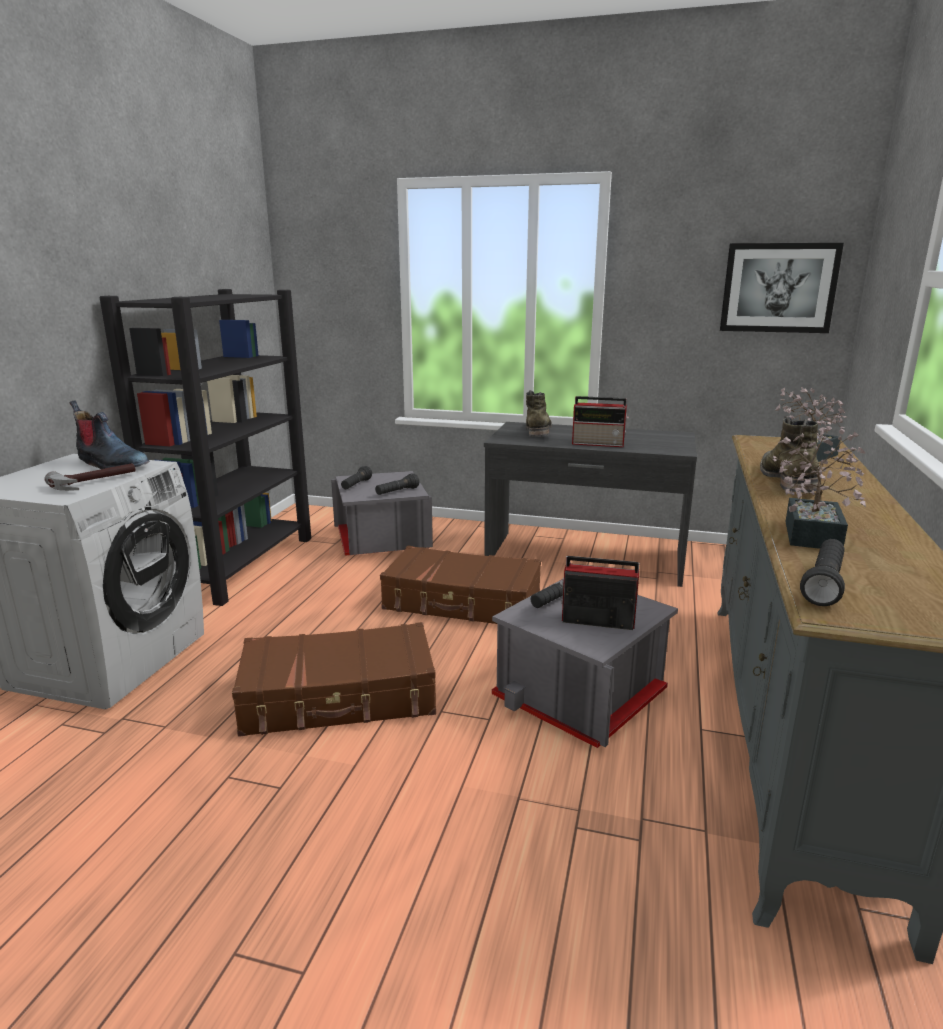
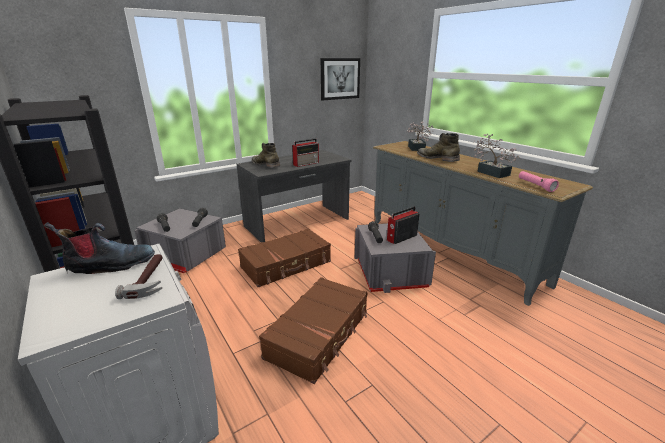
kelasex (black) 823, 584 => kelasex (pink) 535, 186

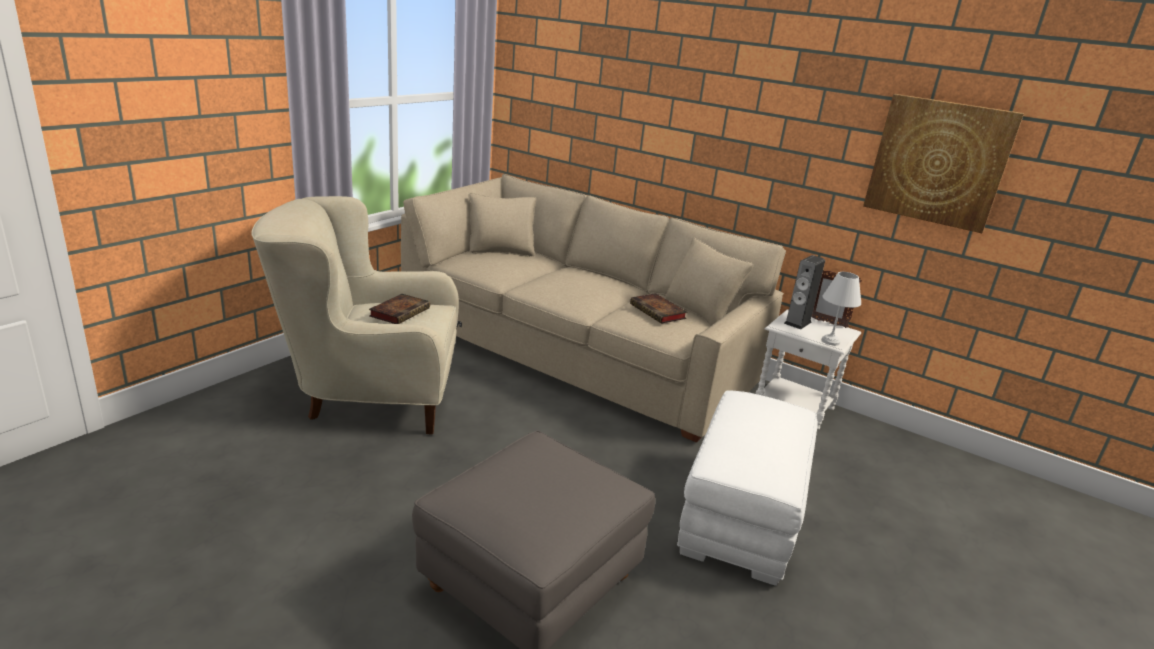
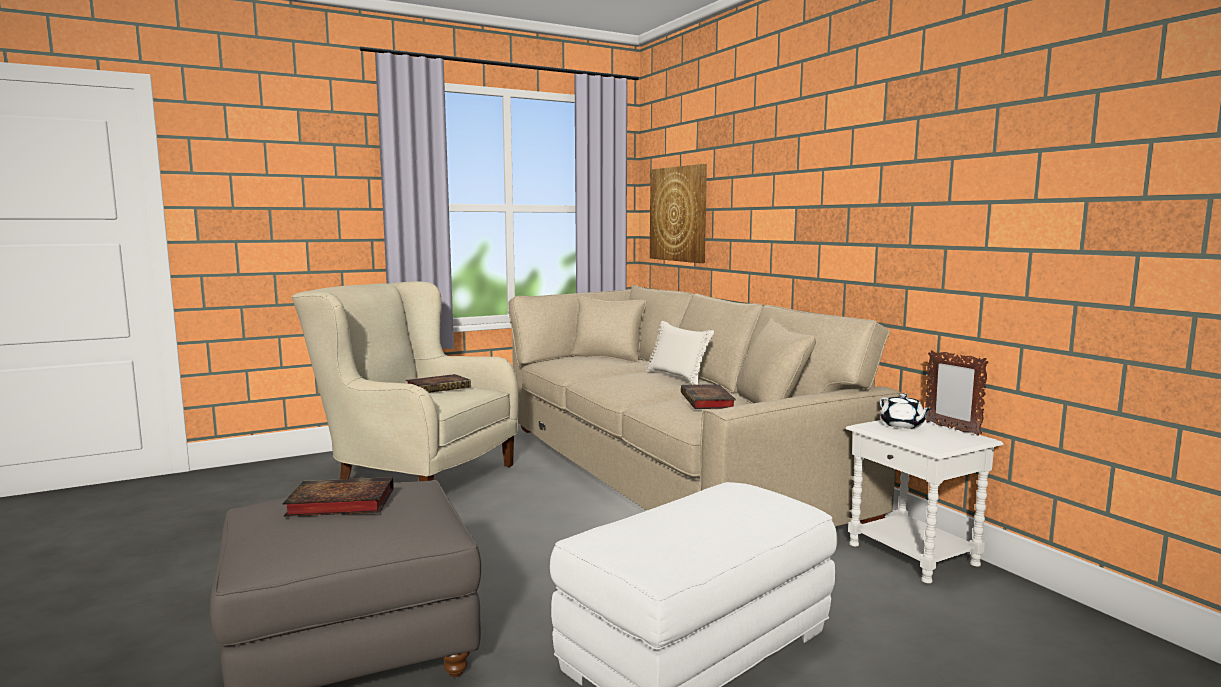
nothing => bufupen 338, 504
nothing => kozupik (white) 678, 377
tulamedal 938, 162 => tulamedal 679, 214, moved
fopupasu 797, 323 => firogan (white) 902, 425
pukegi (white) 831, 341 => nothing

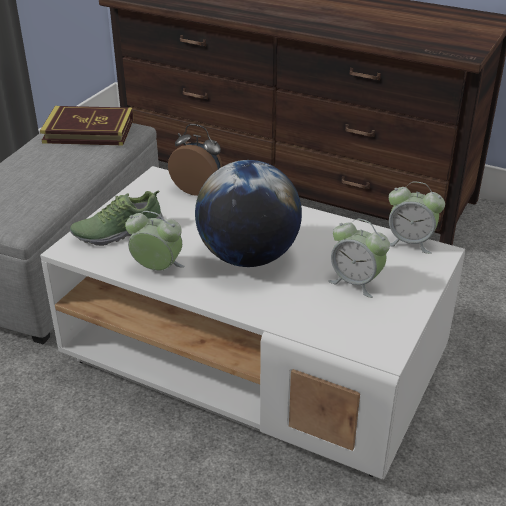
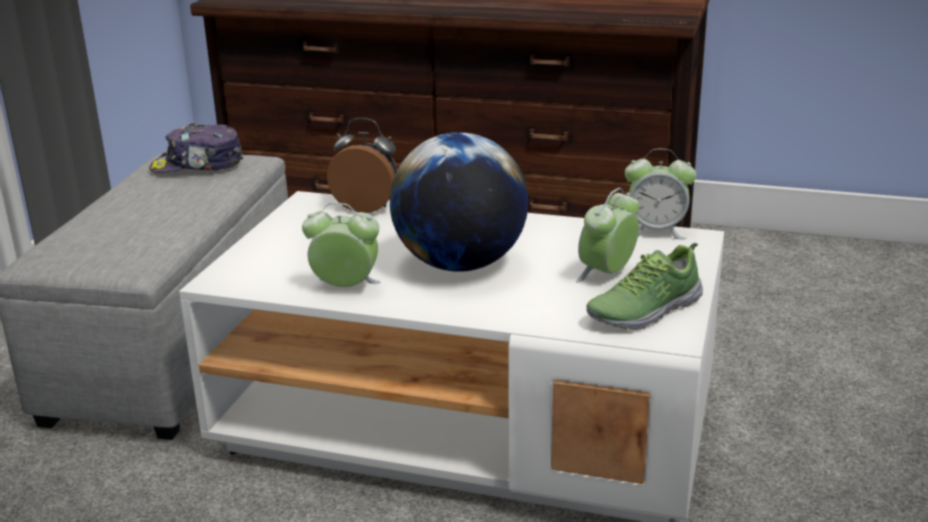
bufupen 89, 131 => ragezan 197, 166
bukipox 356, 282 => bukipox 607, 275, 105 degrees clockwise
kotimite 118, 231 => kotimite 643, 310, moved

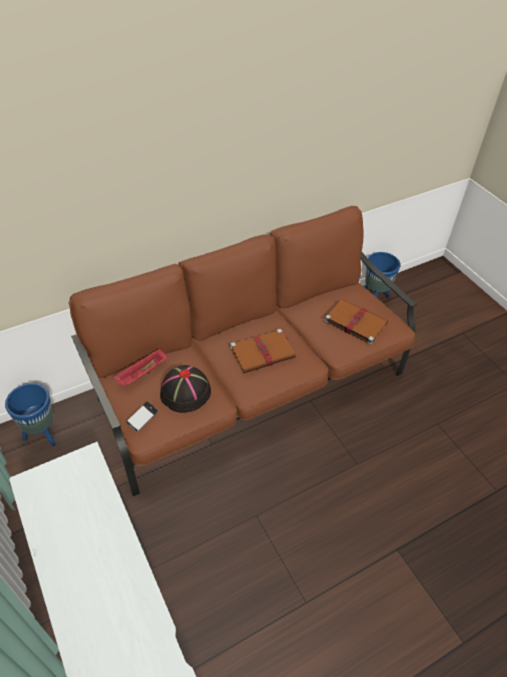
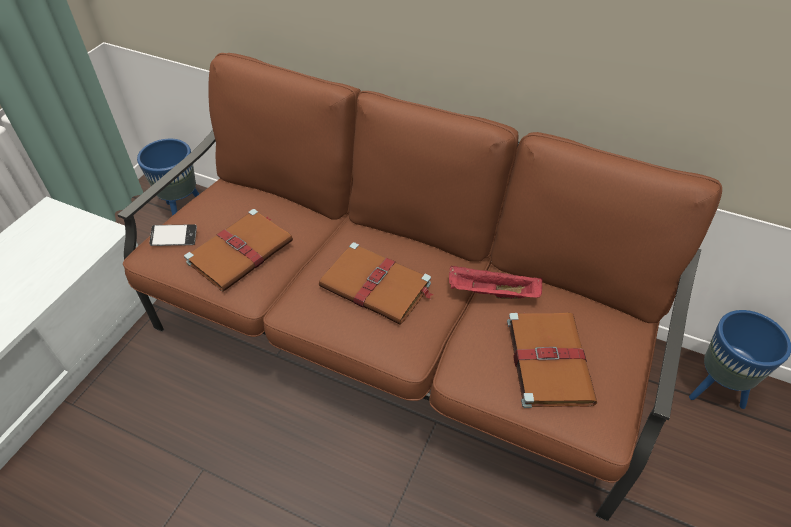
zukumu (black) 185, 392 => bufupen (brown) 241, 251
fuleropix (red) 142, 374 => fuleropix (red) 491, 293, moved

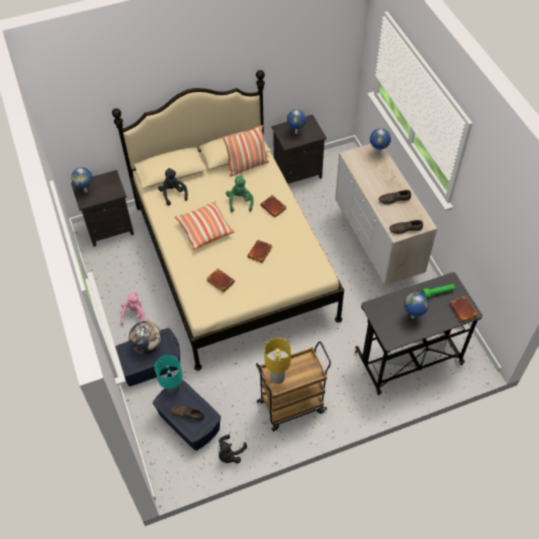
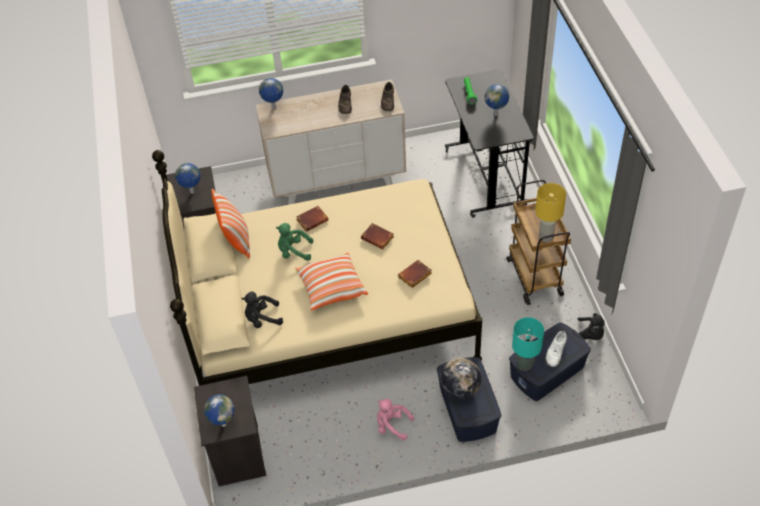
kotimite (brown) 187, 414 => kotimite (white) 556, 352
bufupen (brown) 464, 311 => nothing

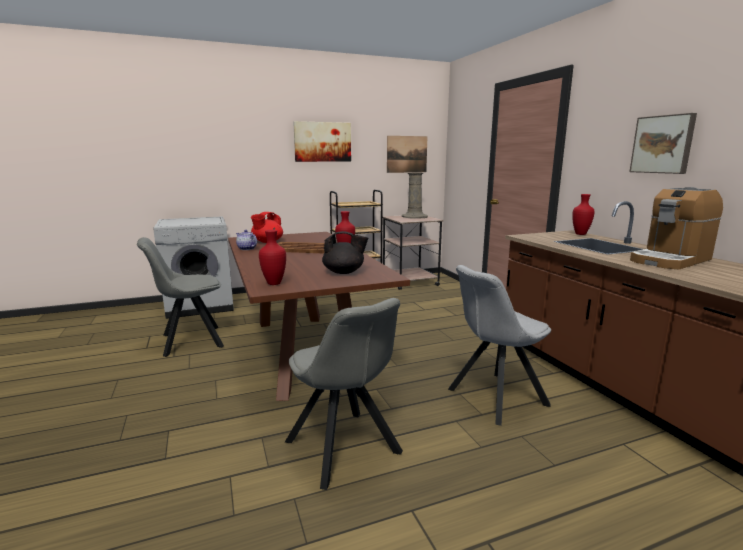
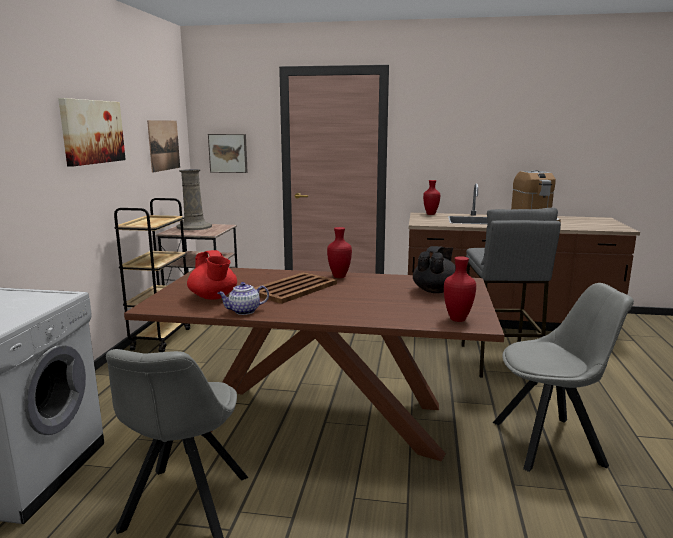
tulamedal 663, 144 => tulamedal 228, 153, moved
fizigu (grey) 495, 398 => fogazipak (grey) 499, 360

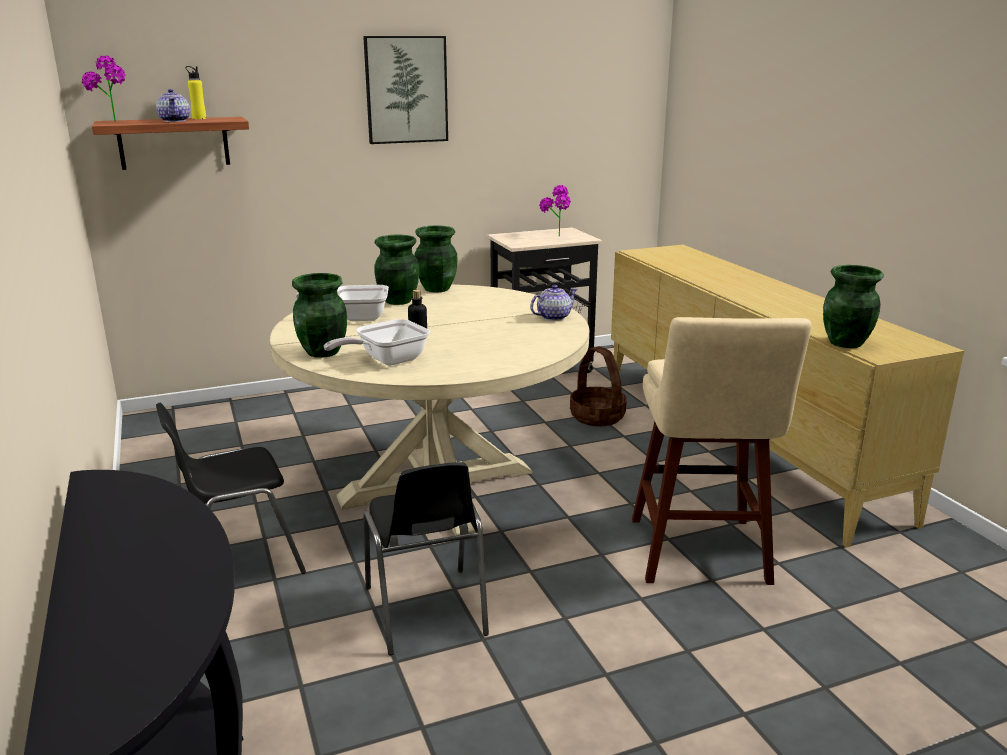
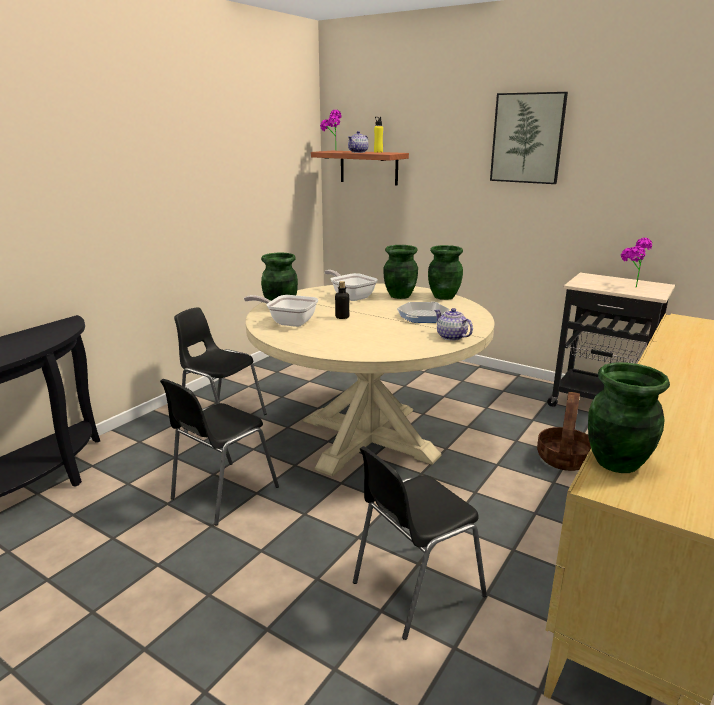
fogazipak (beige) 699, 553 => fizigu (black) 414, 589
nothing => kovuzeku 422, 316
firogan 553, 317 => firogan 451, 337, 150 degrees counterclockwise

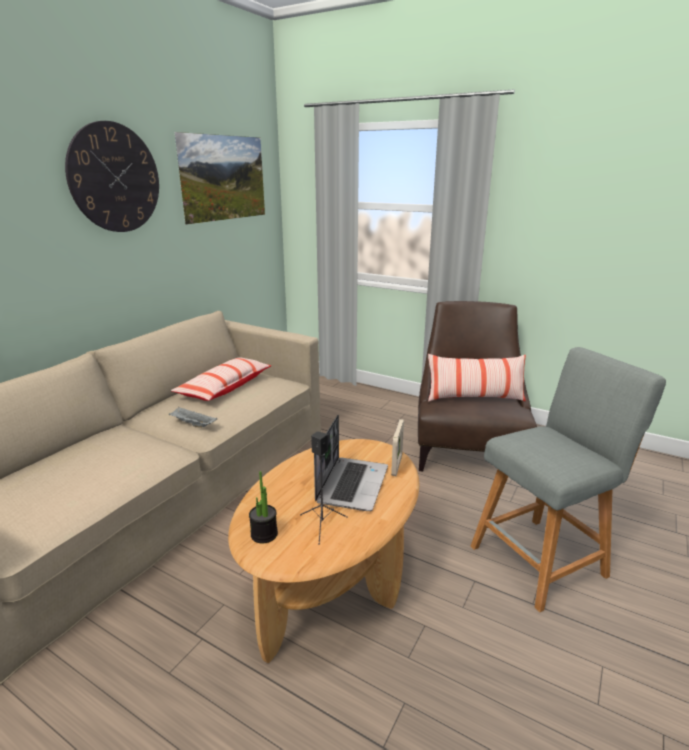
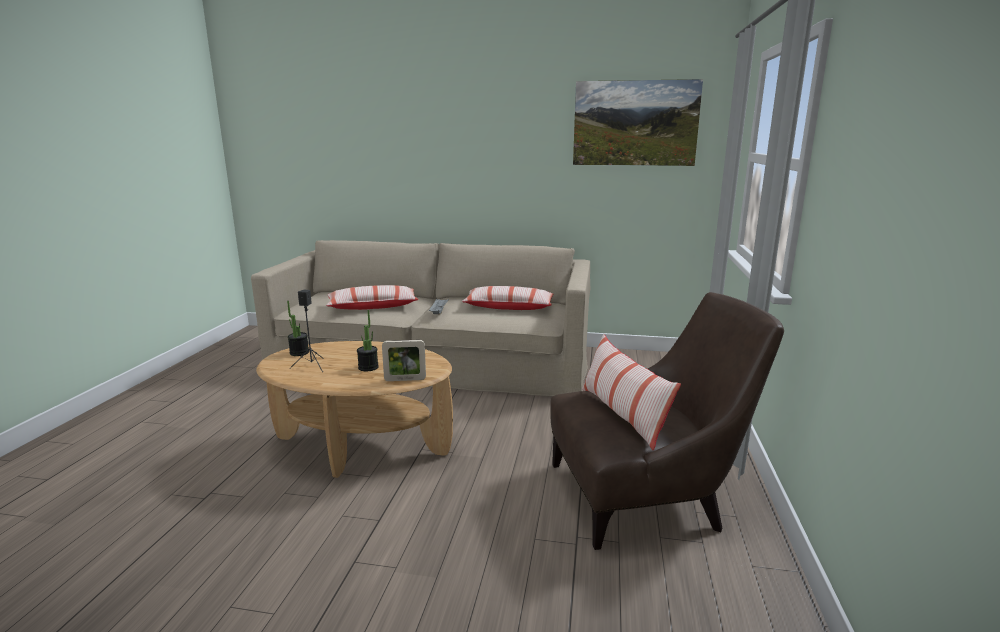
nothing => kozupik 372, 307
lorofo 352, 484 => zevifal 368, 367
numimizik 115, 178 => nothing
fogazipak (grey) 542, 559 => nothing

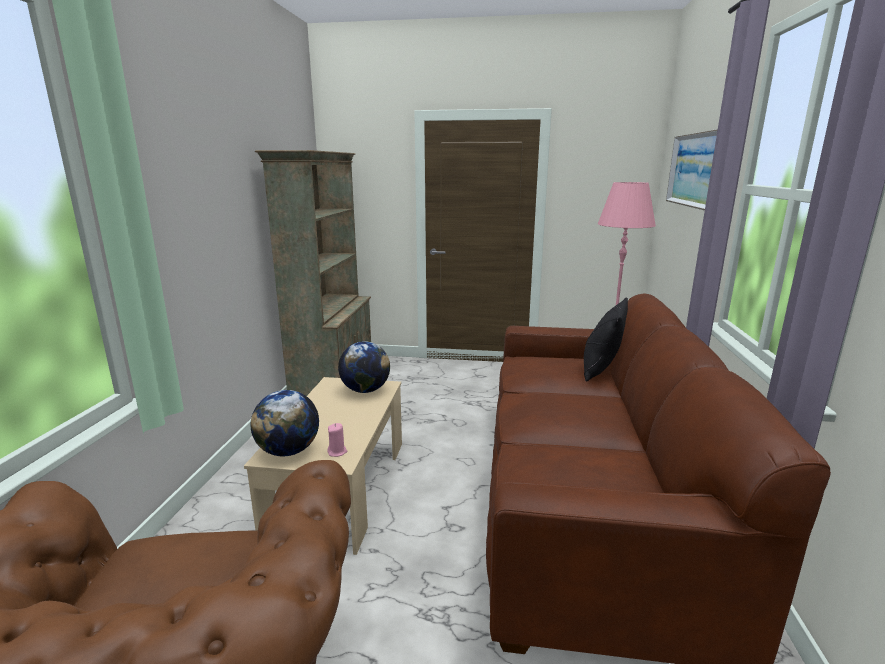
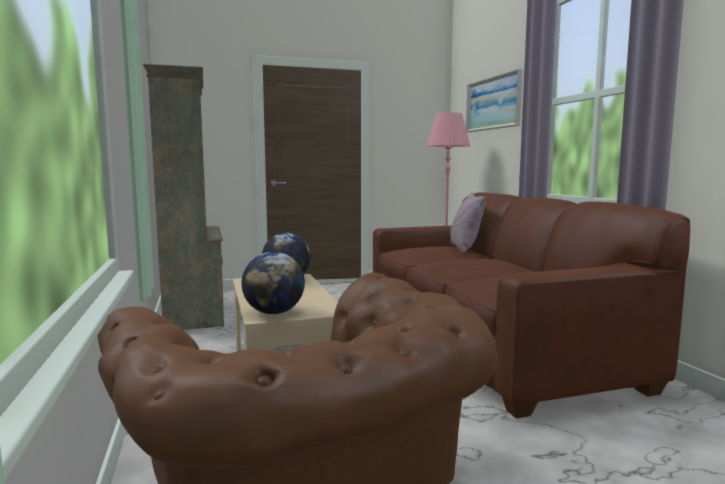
kozupik (black) 600, 370 => kozupik (purple) 464, 249
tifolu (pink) 337, 452 => nothing

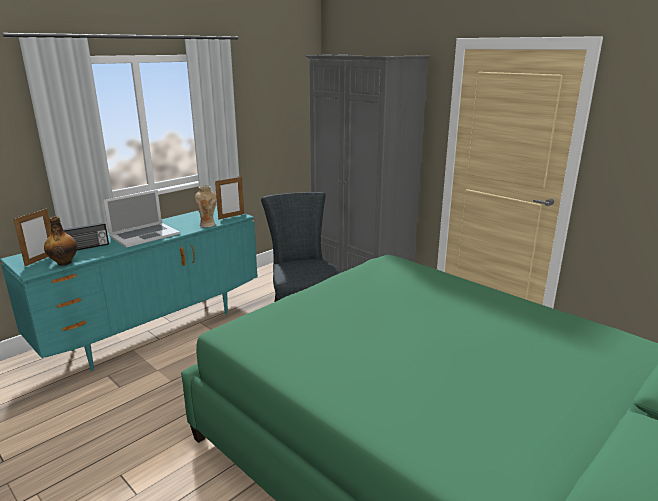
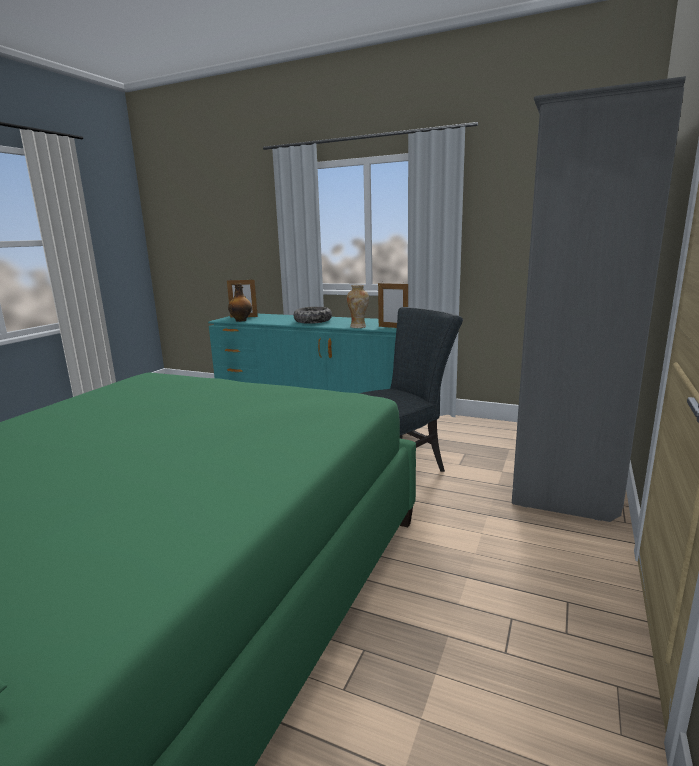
lorofo 144, 235 => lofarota 313, 321
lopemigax 87, 247 => nothing

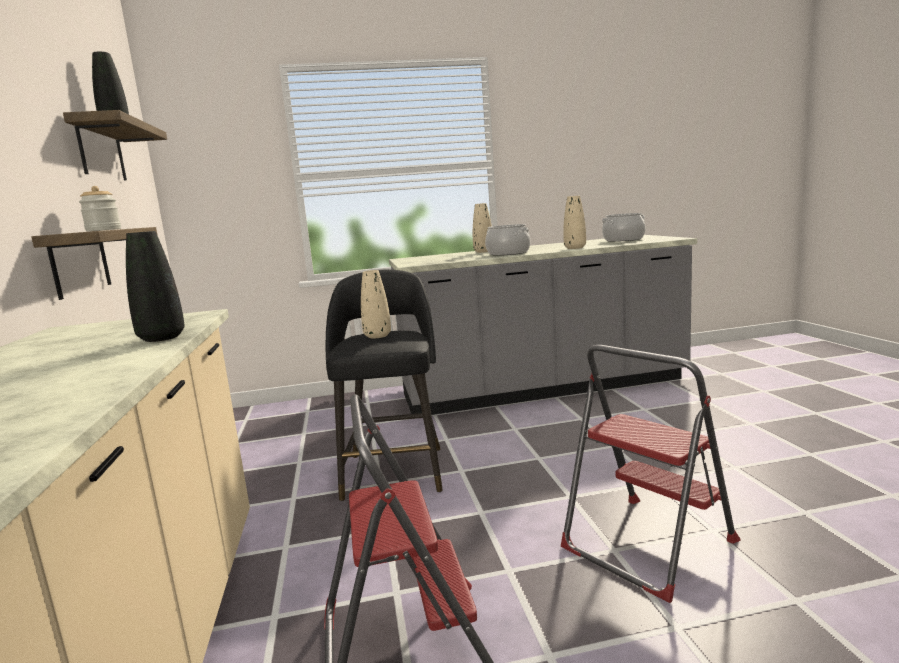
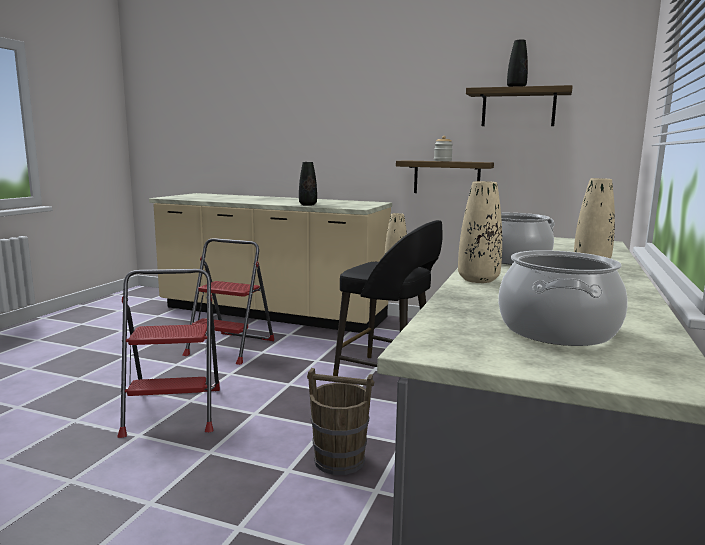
nothing => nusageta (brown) 340, 460

